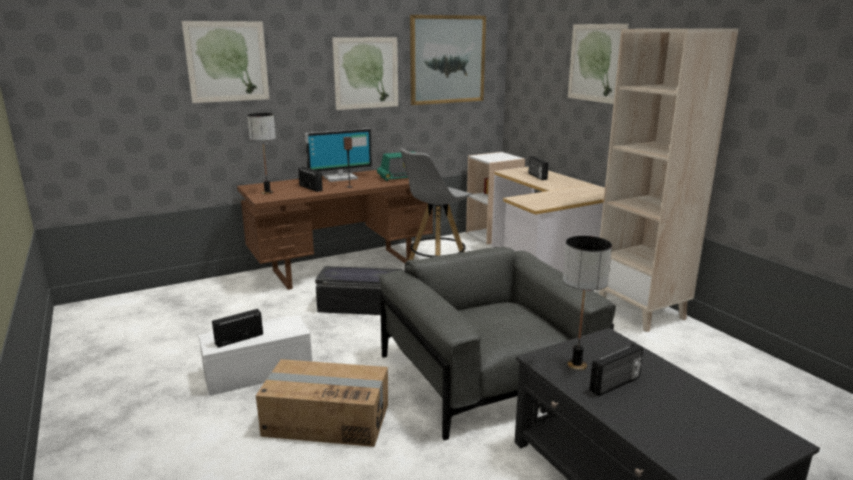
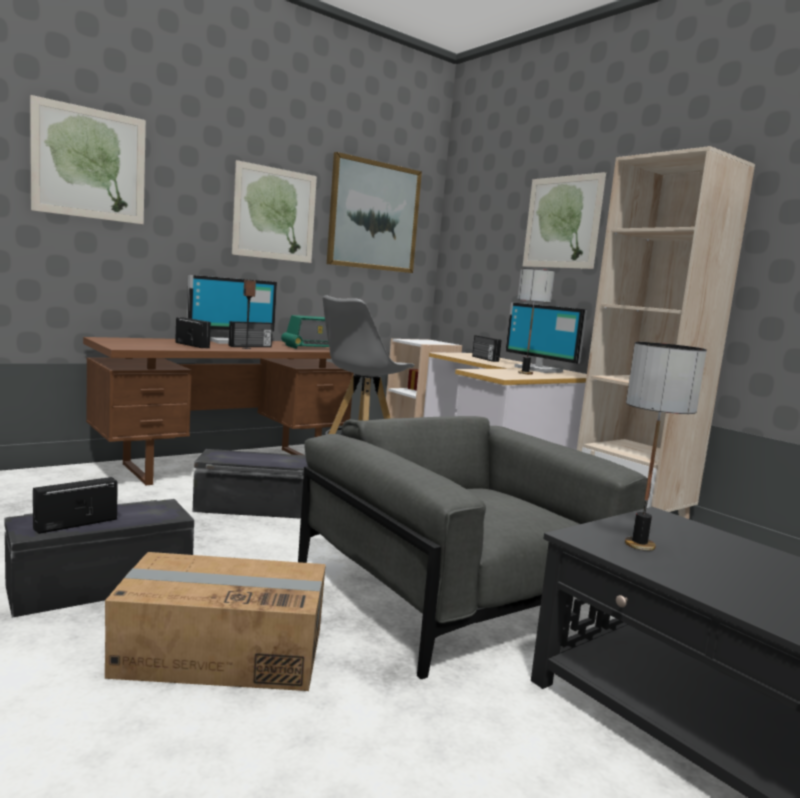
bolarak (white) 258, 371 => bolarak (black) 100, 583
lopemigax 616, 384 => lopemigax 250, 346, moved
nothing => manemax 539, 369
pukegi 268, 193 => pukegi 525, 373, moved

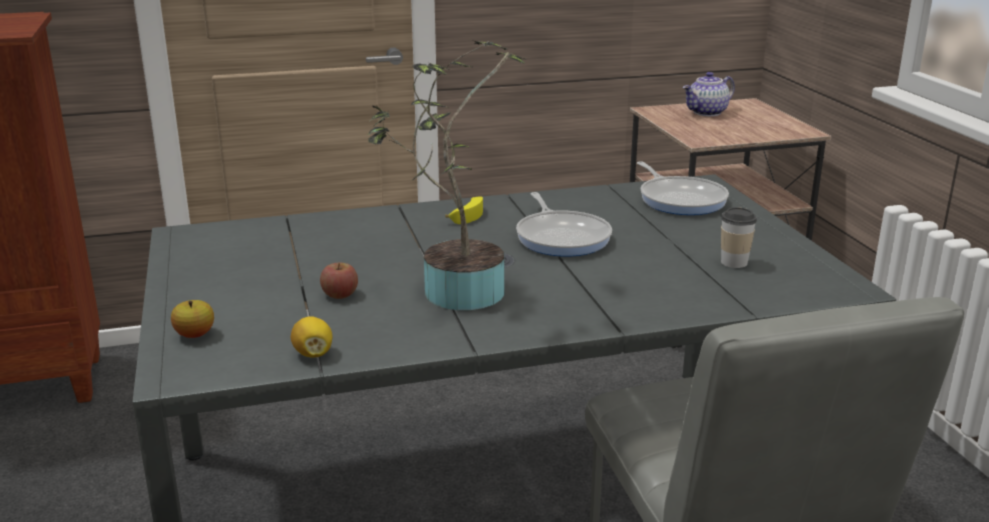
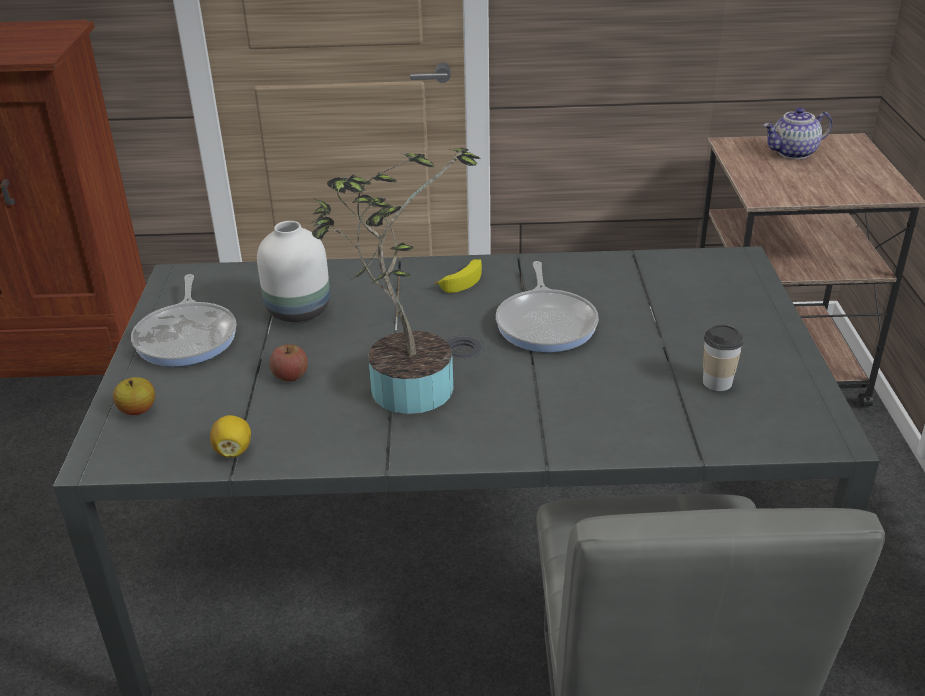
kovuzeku 680, 199 => kovuzeku 187, 337, moved
nothing => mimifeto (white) 299, 309

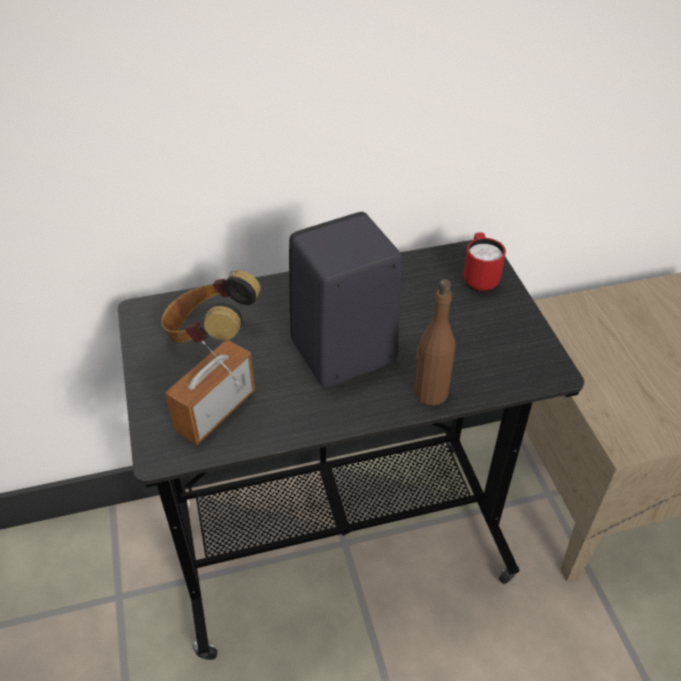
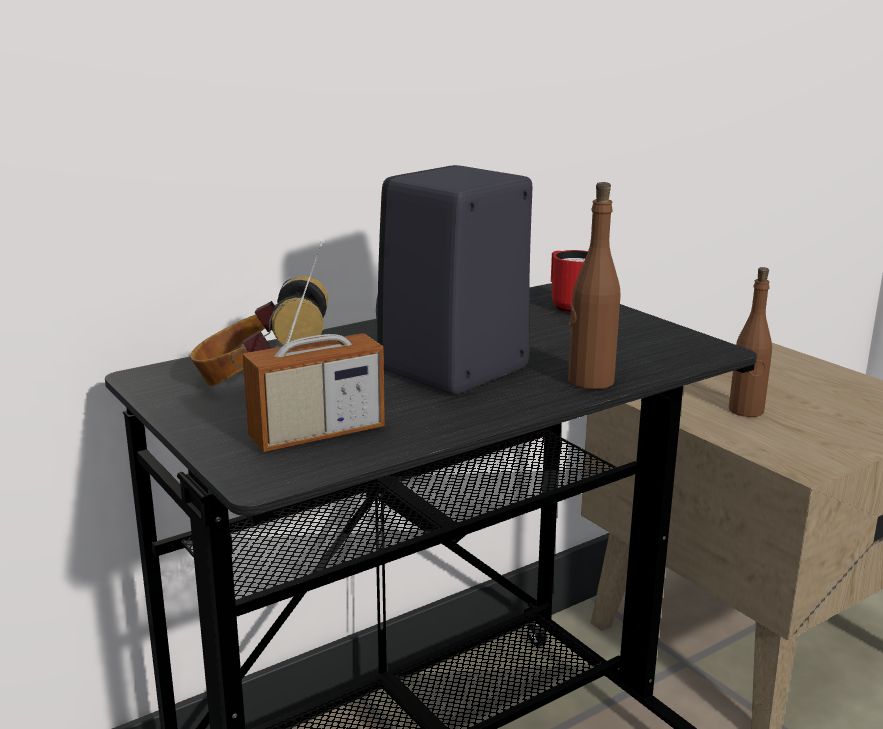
lopemigax 215, 411 => lopemigax 317, 434, 135 degrees counterclockwise
nothing => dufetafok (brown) 746, 411

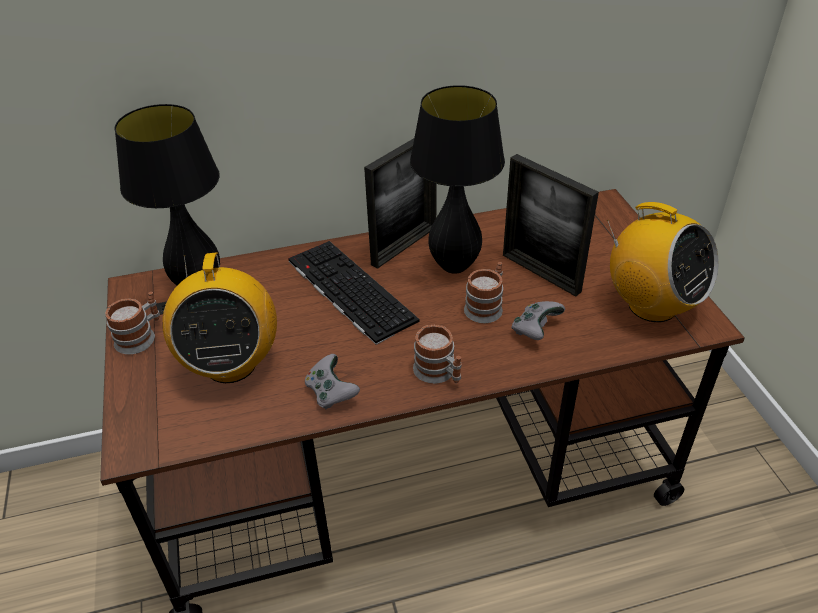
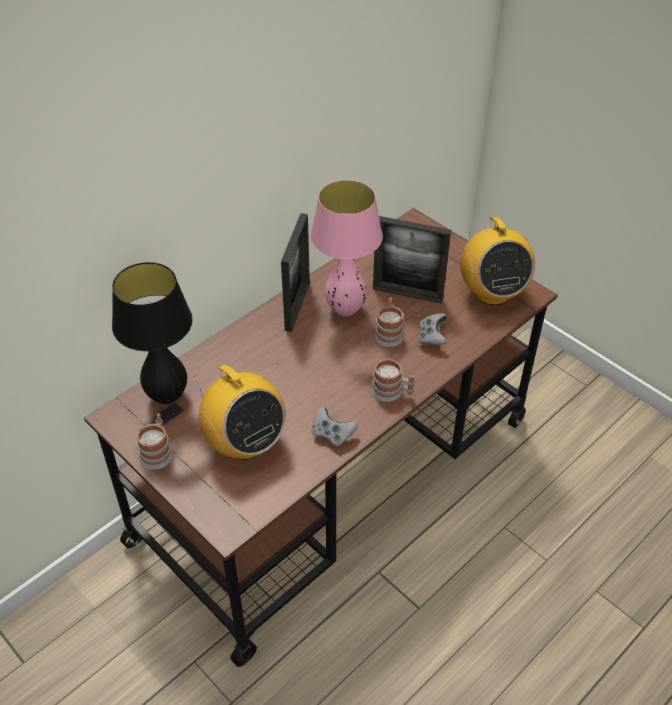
pukegi (black) 454, 266 => pukegi (pink) 345, 310
lopemigax 651, 306 => lopemigax 491, 293, 60 degrees clockwise
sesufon 347, 290 => nothing

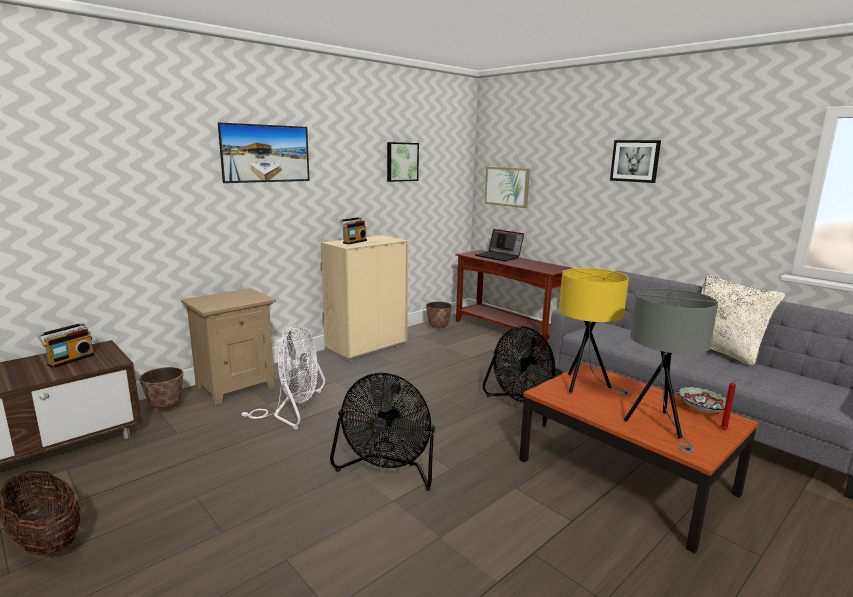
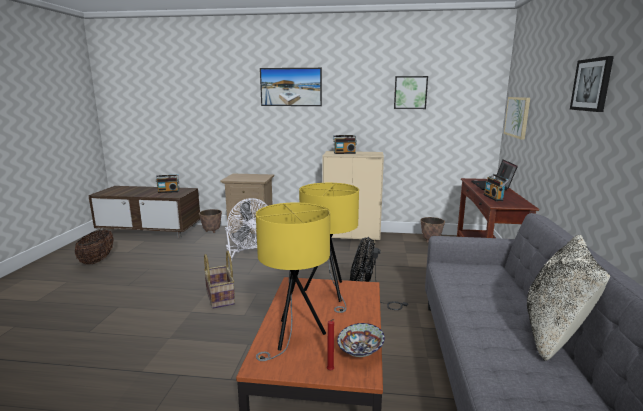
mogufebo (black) 385, 468 => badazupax 221, 297
pukegi (grey) 658, 426 => pukegi (yellow) 293, 337
nothing => lopemigax 494, 197

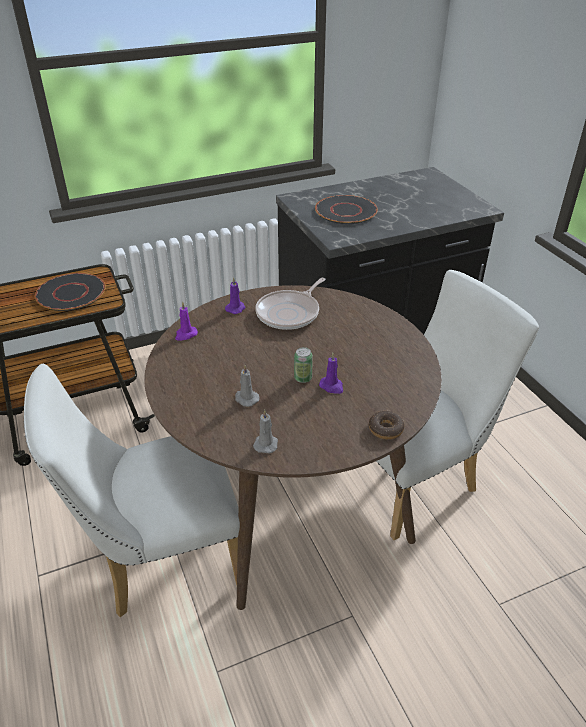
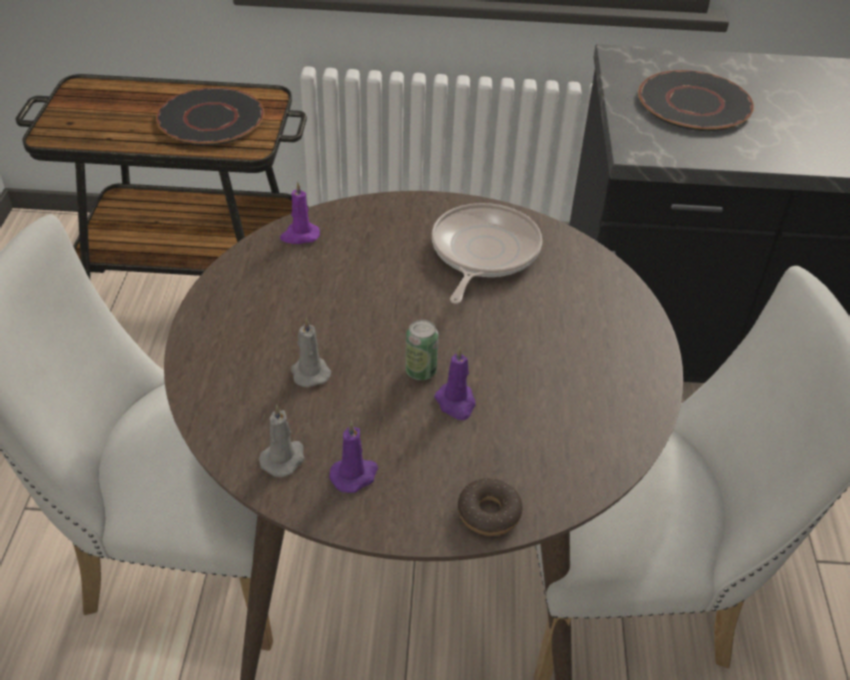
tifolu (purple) 236, 308 => tifolu (purple) 355, 475, moved
kovuzeku 290, 313 => kovuzeku 482, 253, 135 degrees clockwise

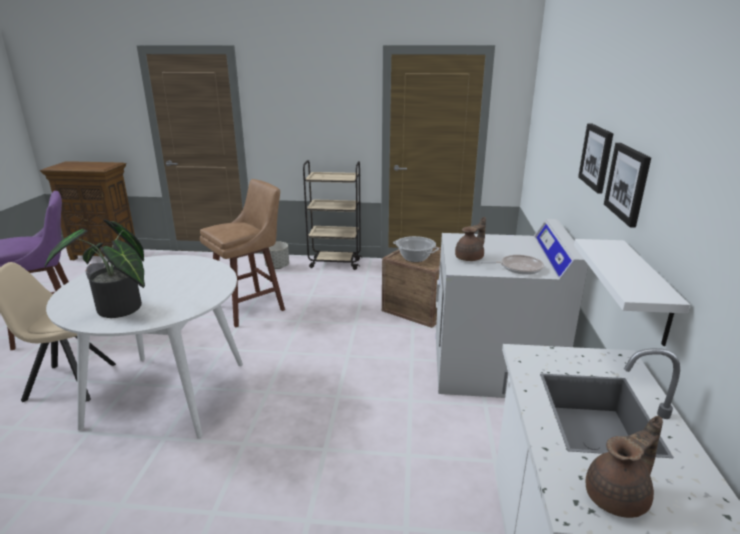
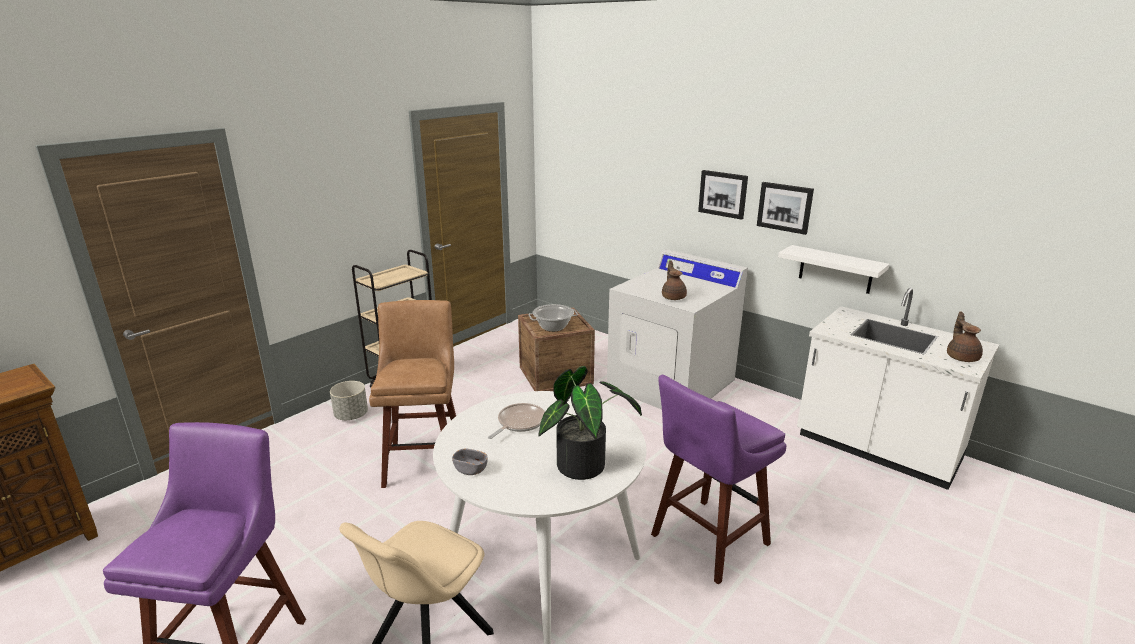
kovuzeku 518, 268 => kovuzeku 519, 423, moved
nothing => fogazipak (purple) 707, 541

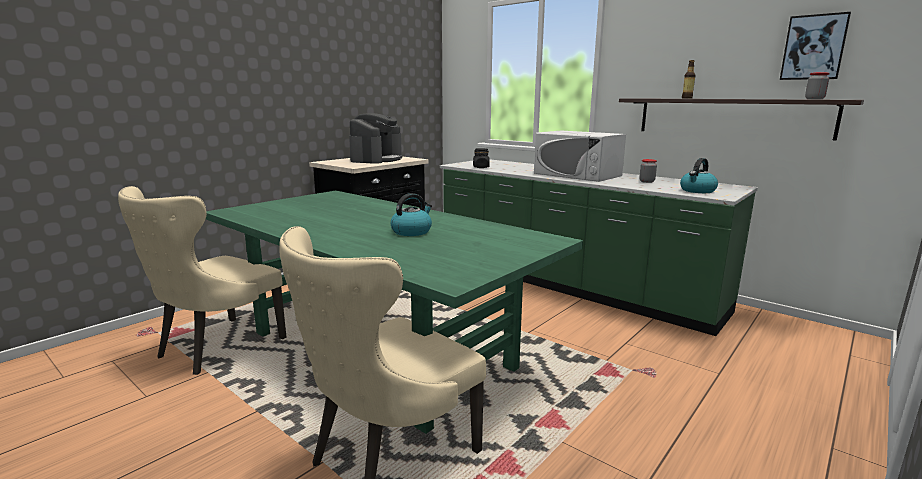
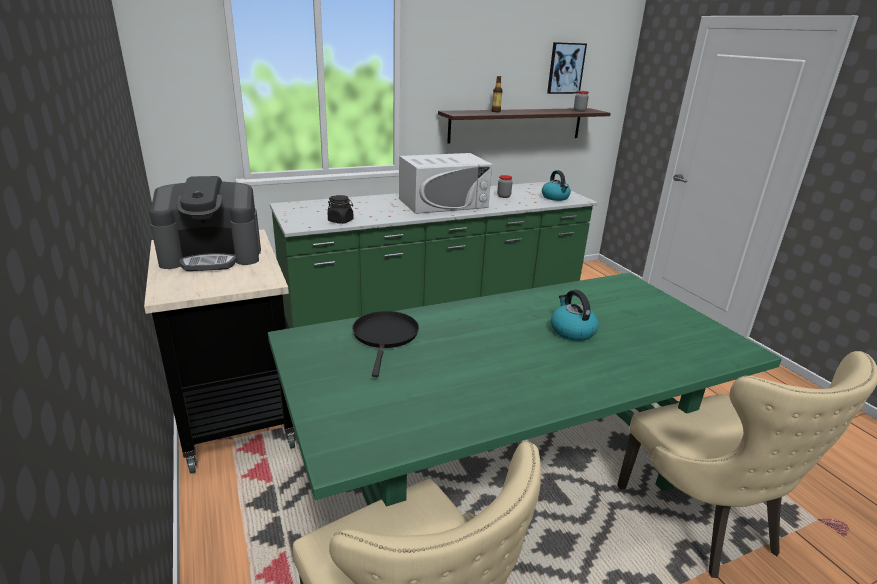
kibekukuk 376, 159 => kibekukuk 213, 255, 120 degrees clockwise
nothing => kovuzeku (black) 385, 336

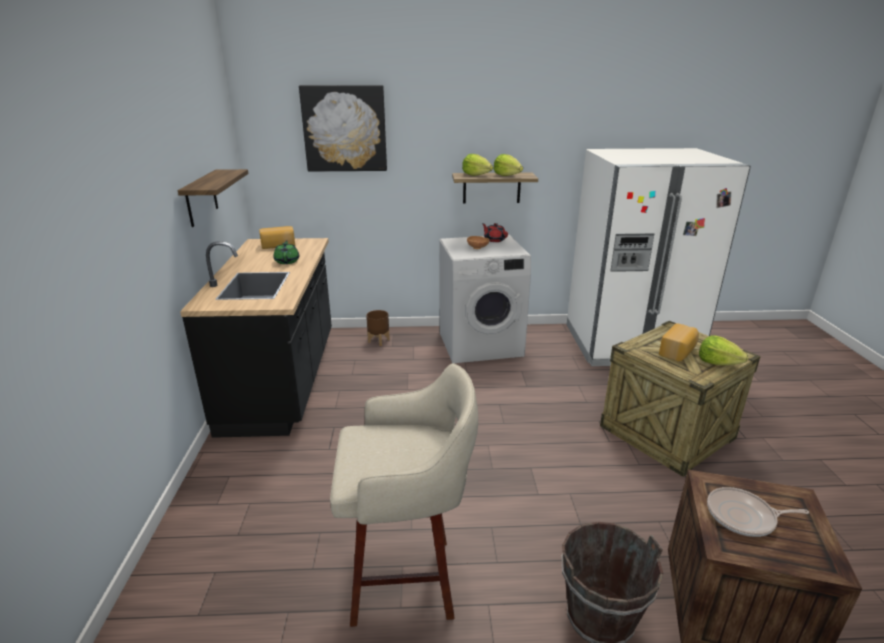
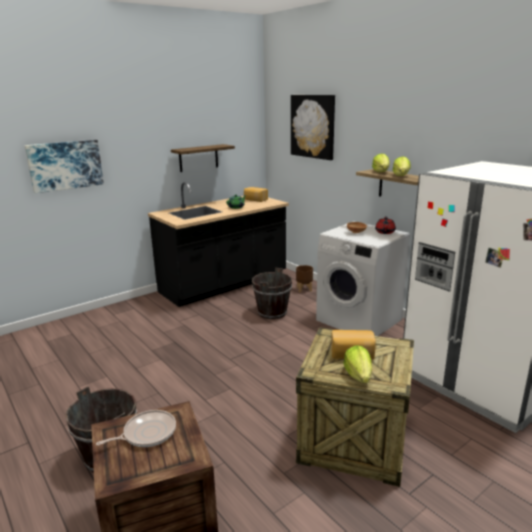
nothing => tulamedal 65, 165
kovuzeku 744, 517 => kovuzeku 147, 433, 90 degrees clockwise
nothing => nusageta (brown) 272, 313
fogazipak (beige) 408, 580 => nothing

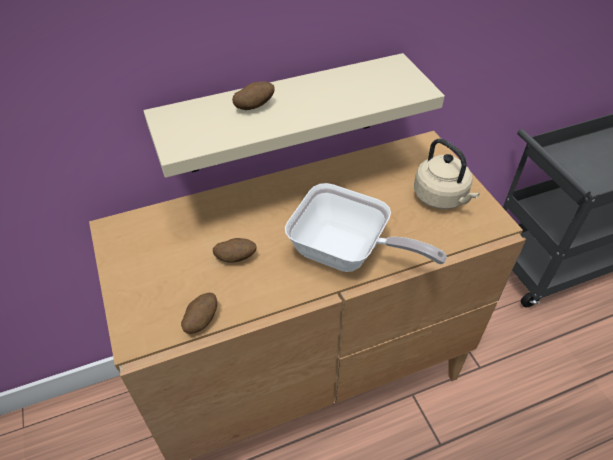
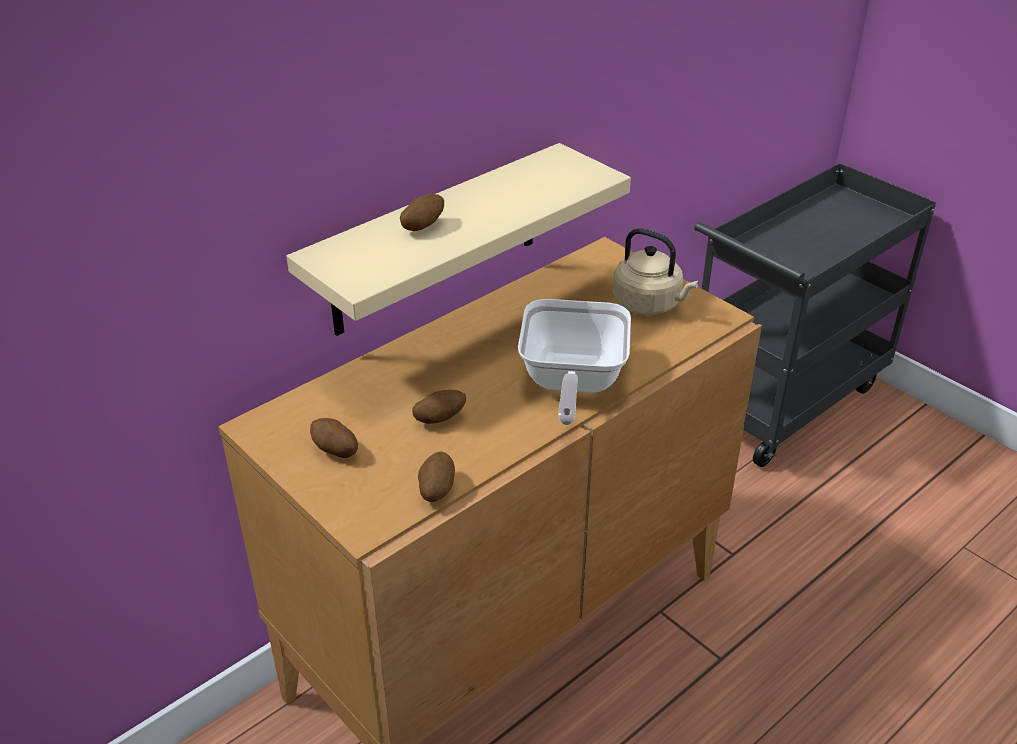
nothing => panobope 335, 451
kovuzeku 346, 254 => kovuzeku 571, 384, 90 degrees clockwise

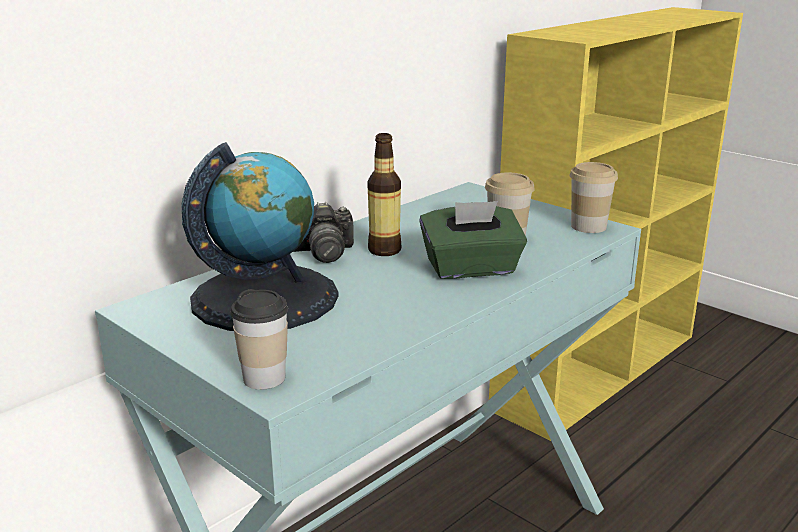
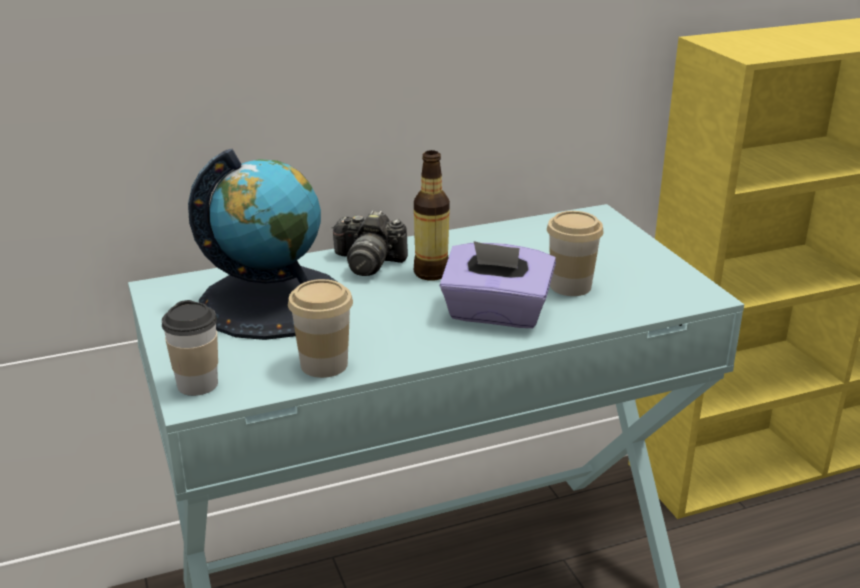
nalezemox 588, 226 => nalezemox 324, 364, moved
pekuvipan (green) 471, 269 => pekuvipan (purple) 496, 314

